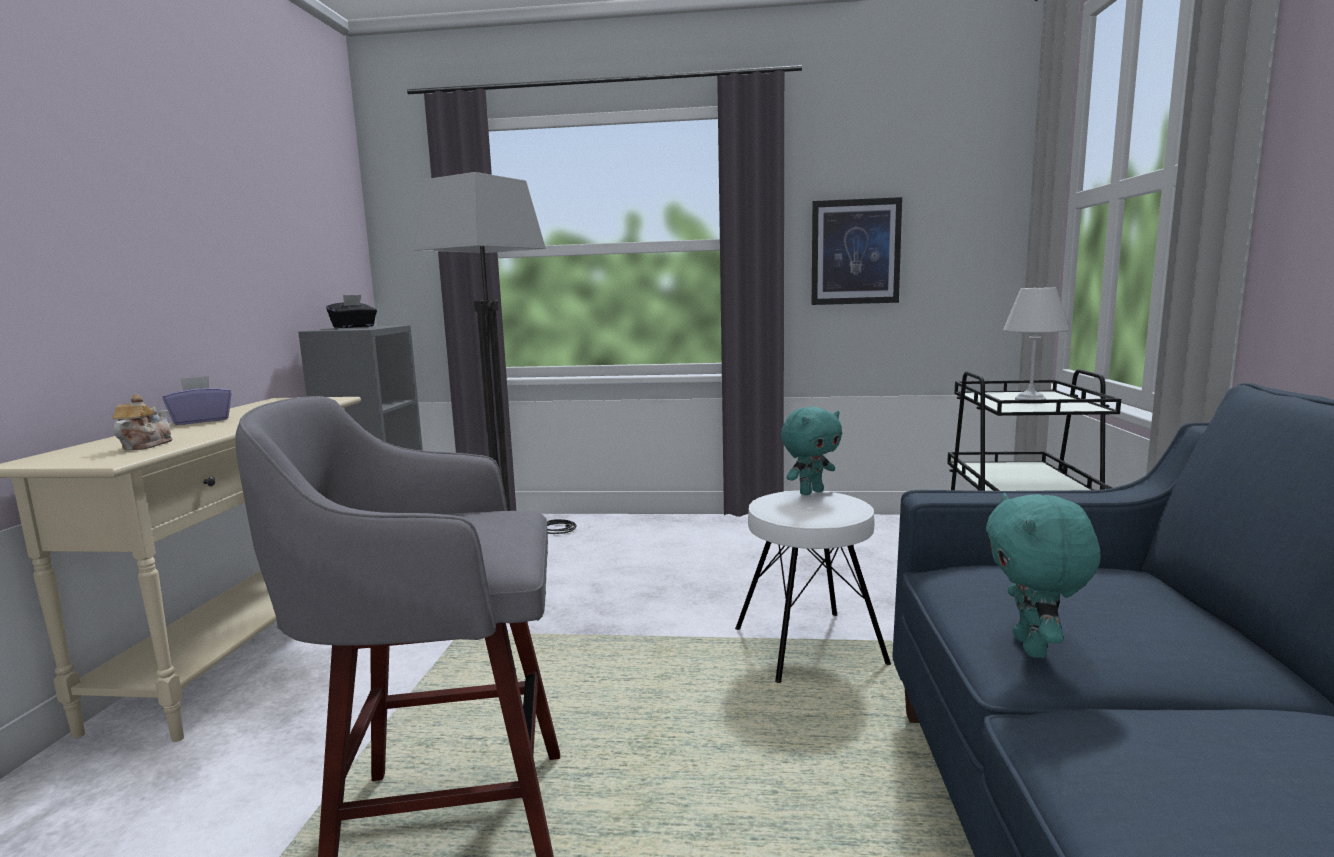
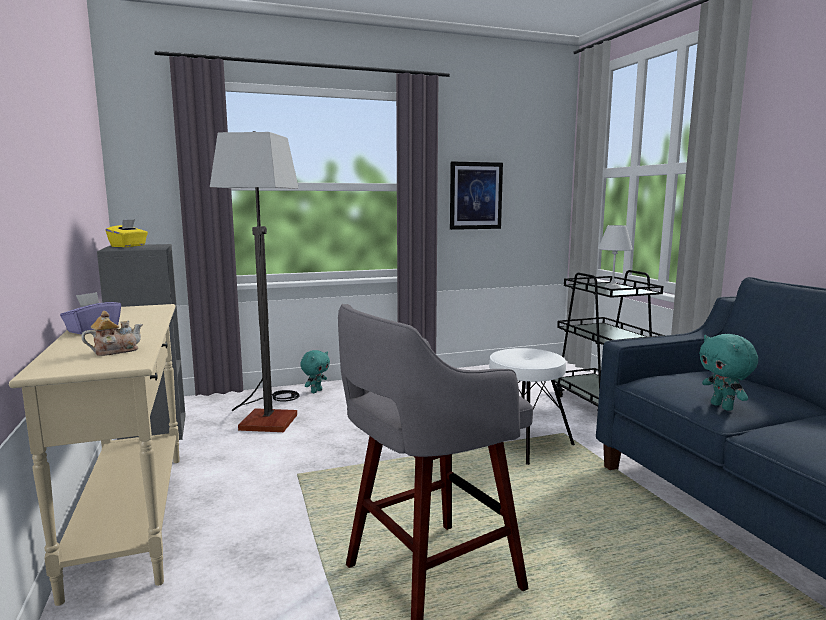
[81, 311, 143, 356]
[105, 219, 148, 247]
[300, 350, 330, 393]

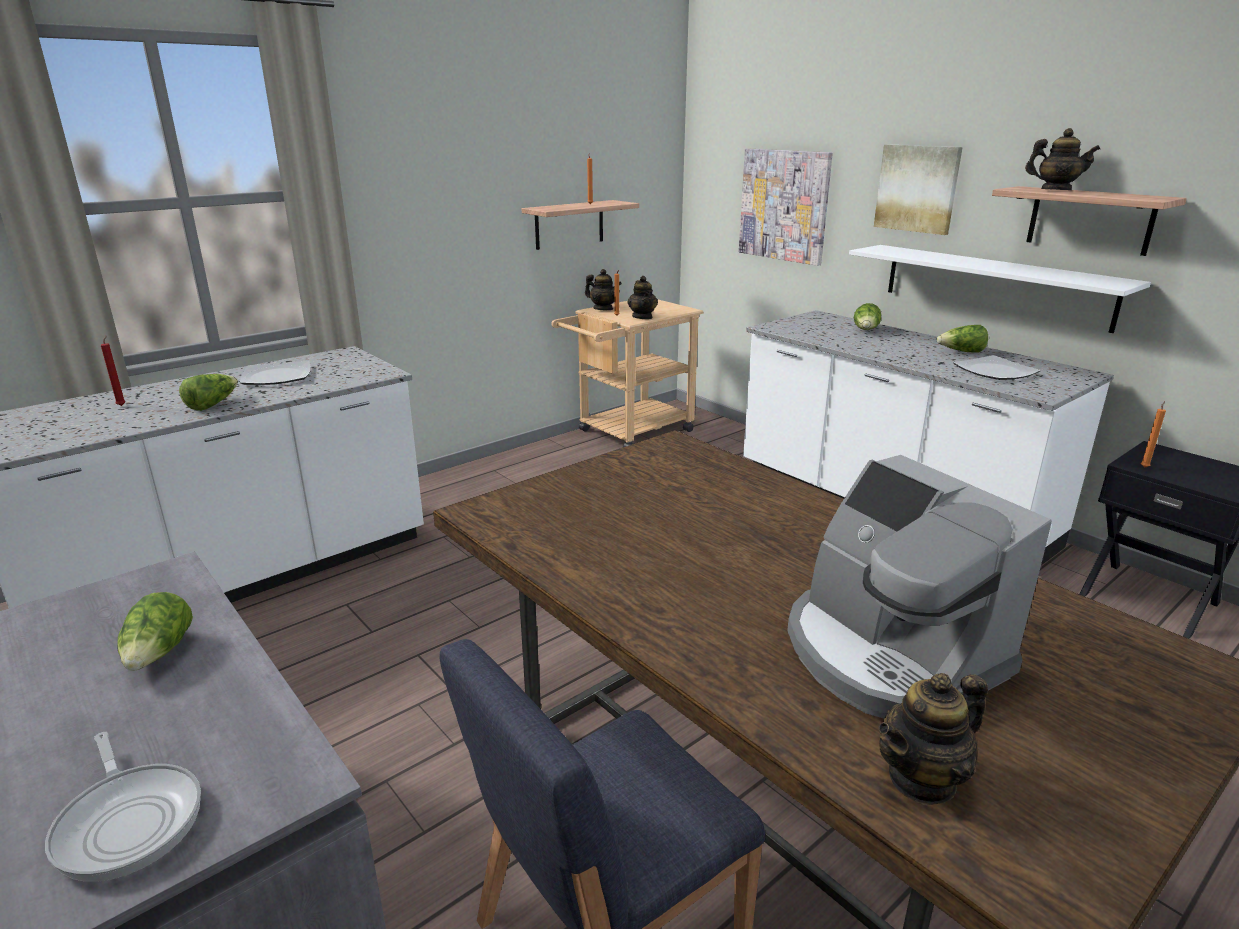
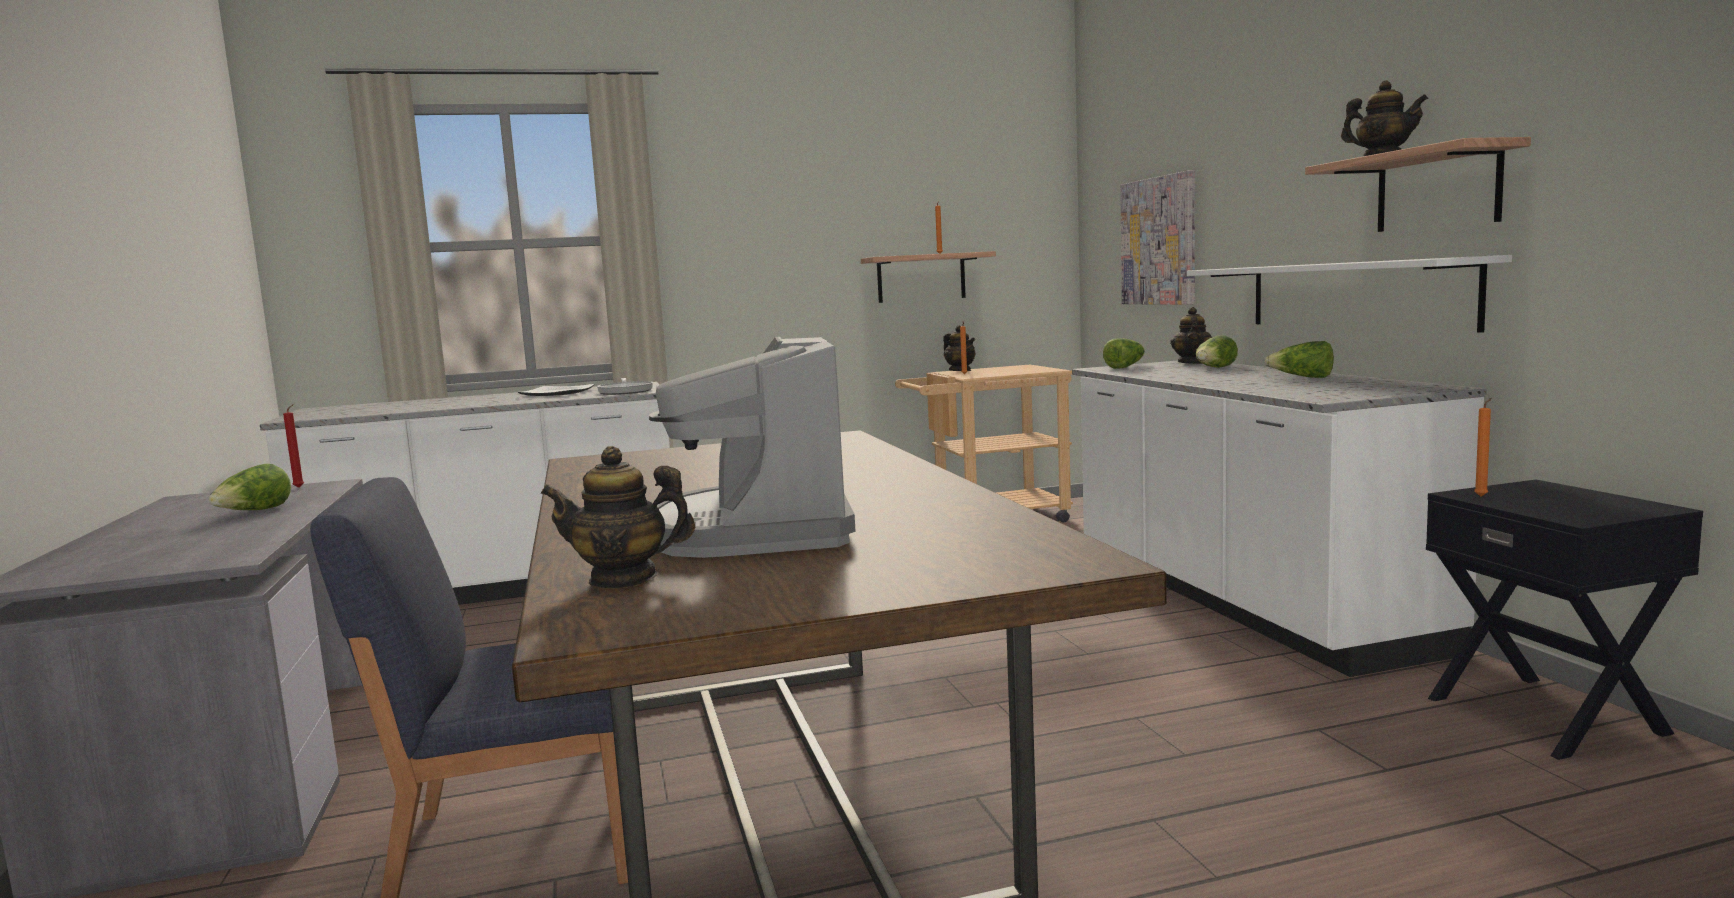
[597, 378, 653, 395]
[283, 404, 304, 488]
[1103, 338, 1145, 369]
[1170, 307, 1212, 364]
[874, 144, 963, 235] (first image)
[953, 355, 1041, 380] (first image)

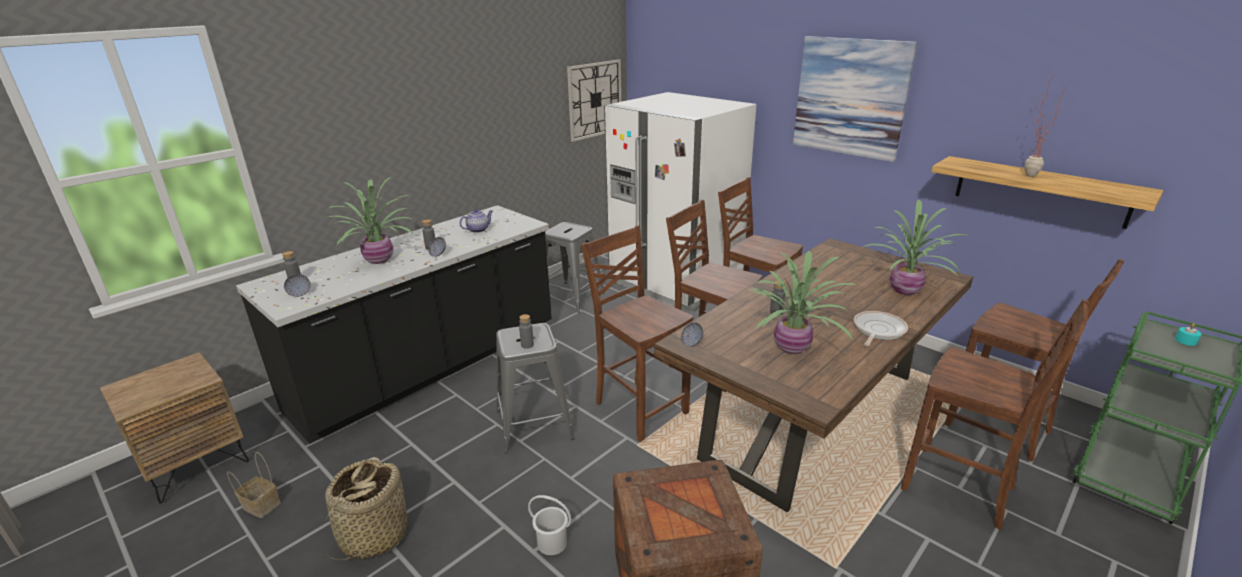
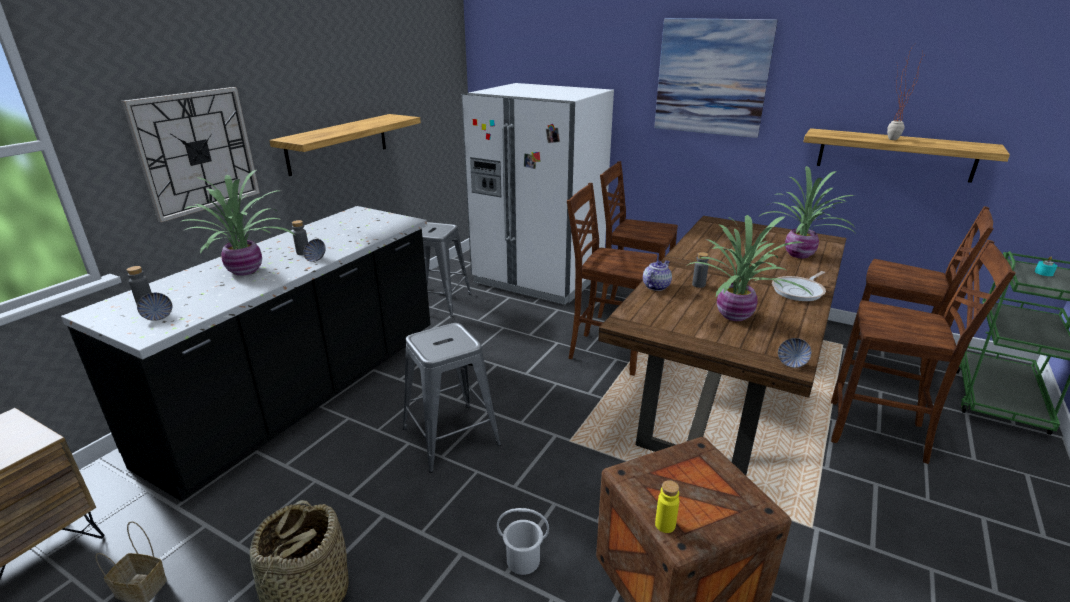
[643, 260, 672, 291]
[519, 314, 534, 349] (first image)
[122, 87, 260, 222]
[581, 226, 694, 442] (first image)
[778, 338, 812, 368]
[772, 271, 826, 301]
[269, 114, 421, 176]
[655, 480, 679, 533]

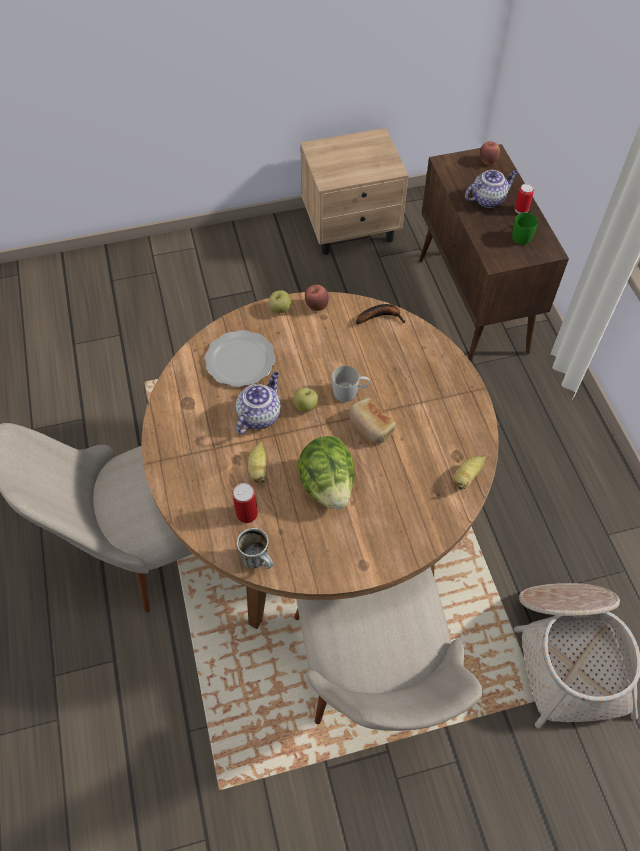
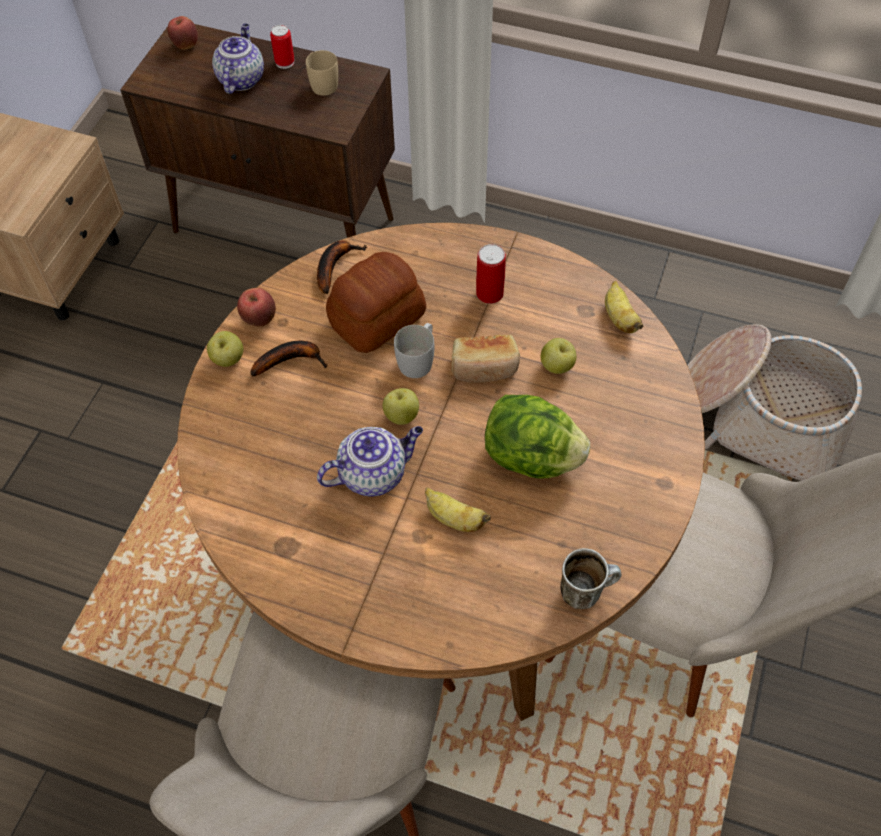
[204, 330, 276, 387] (first image)
[476, 244, 506, 304]
[317, 426, 423, 497]
[306, 50, 338, 96]
[250, 340, 327, 377]
[326, 252, 426, 353]
[541, 338, 576, 374]

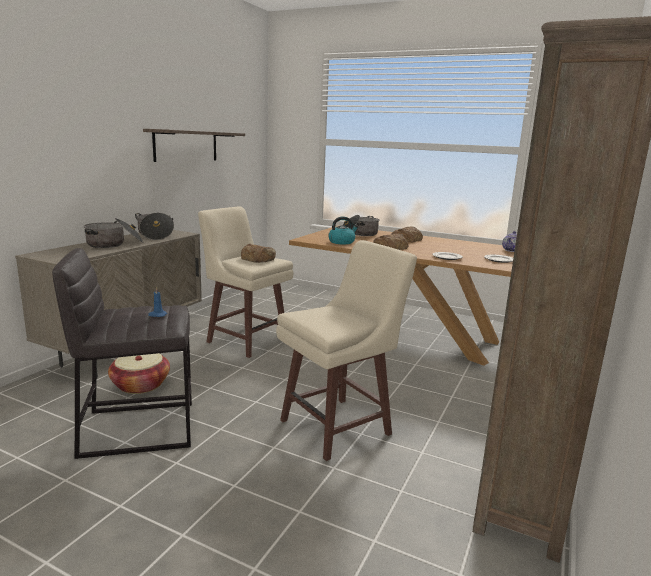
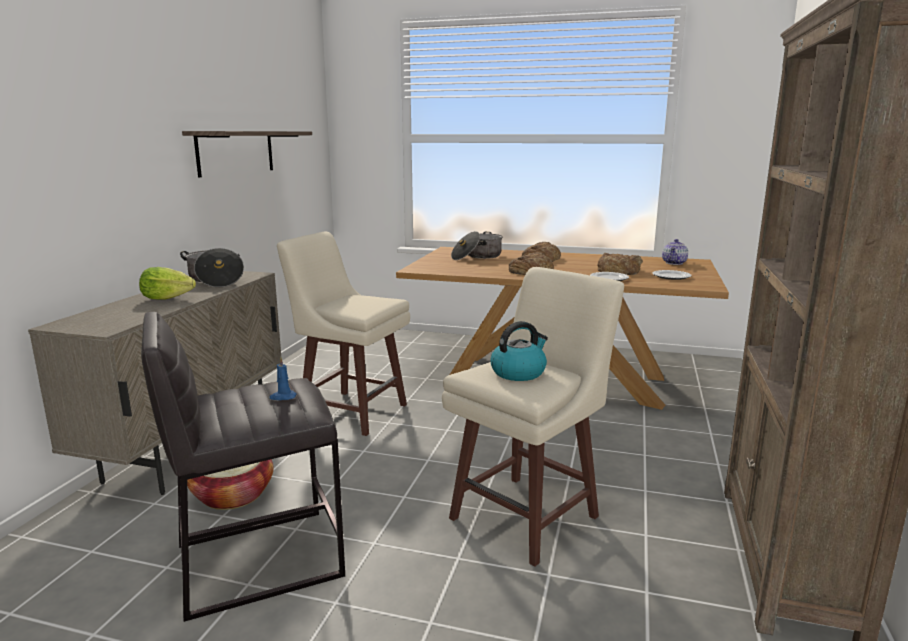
[139, 267, 196, 299]
[597, 253, 643, 275]
[491, 321, 548, 381]

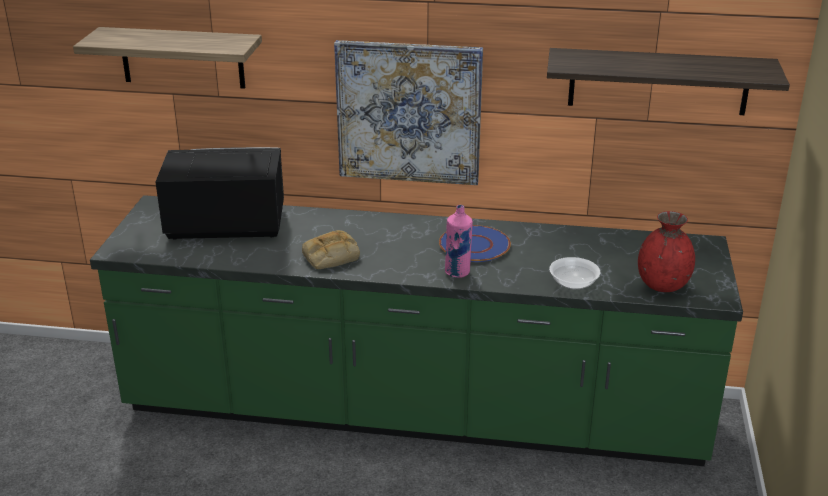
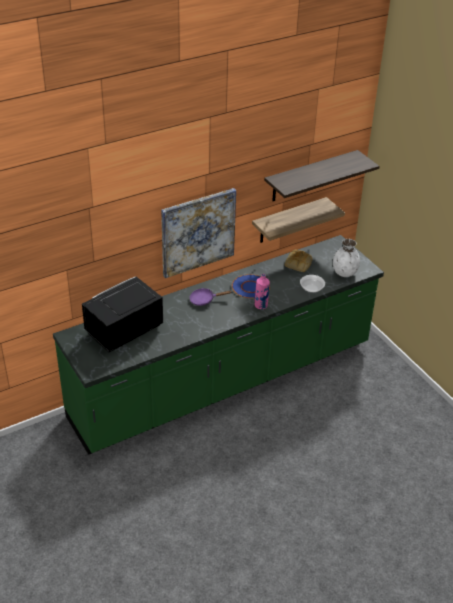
[252, 197, 345, 243]
[285, 250, 313, 272]
[333, 239, 360, 277]
[189, 288, 232, 306]

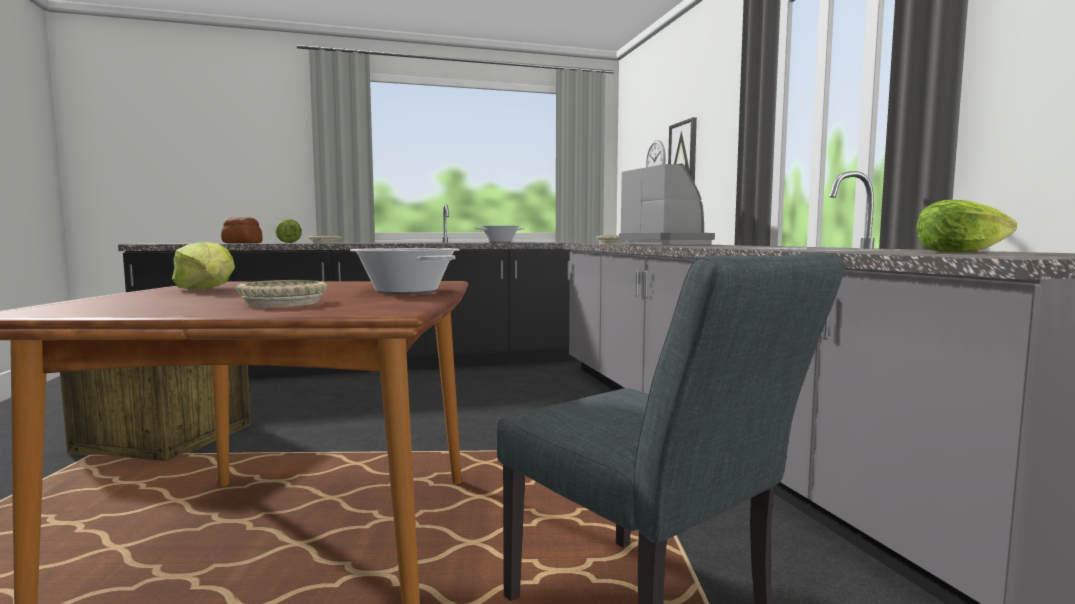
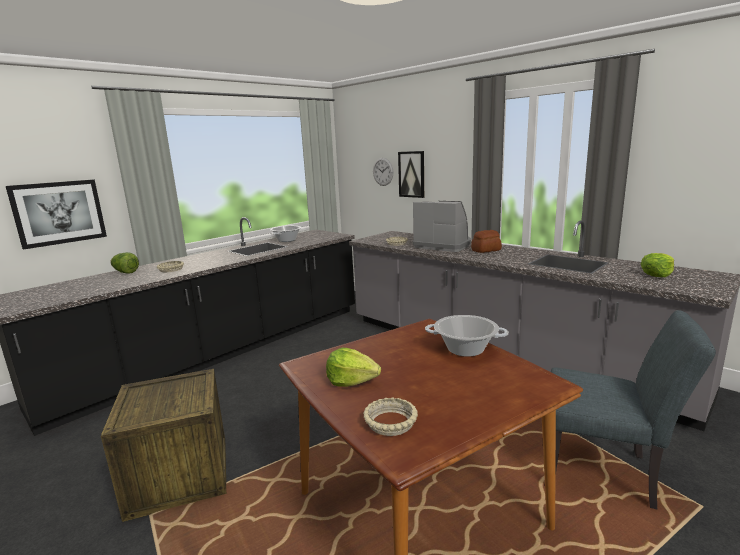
[471, 230, 502, 253]
[363, 397, 418, 436]
[6, 179, 107, 250]

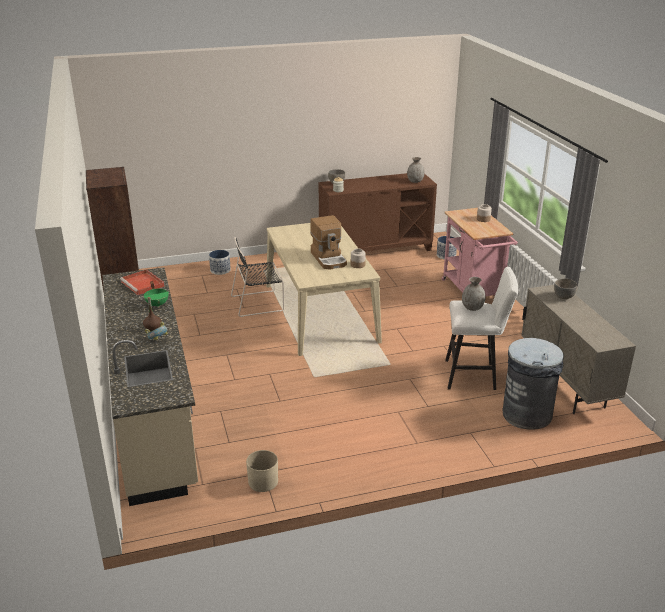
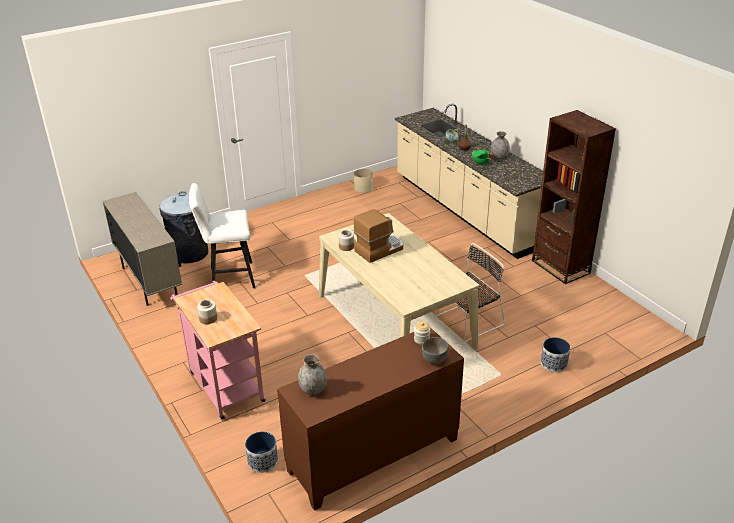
[120, 270, 165, 295] (first image)
[354, 209, 403, 263]
[491, 131, 510, 159]
[554, 278, 577, 299] (first image)

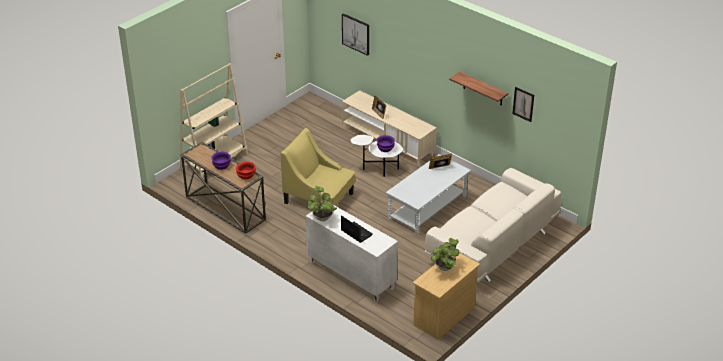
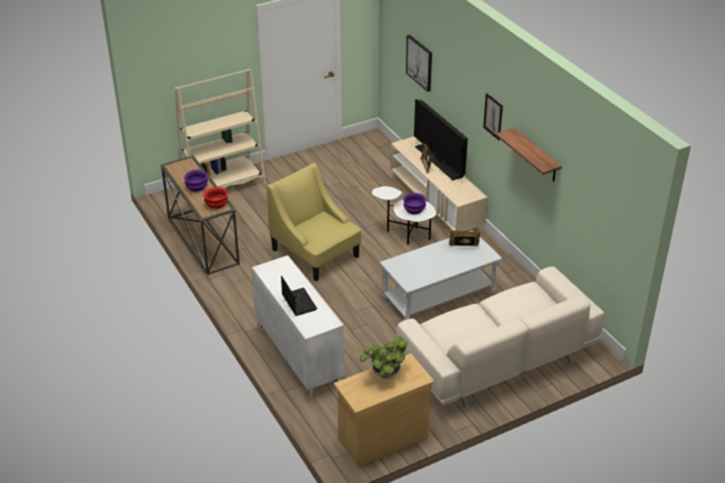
[307, 186, 337, 221] (first image)
[483, 93, 503, 140]
[414, 99, 468, 180]

